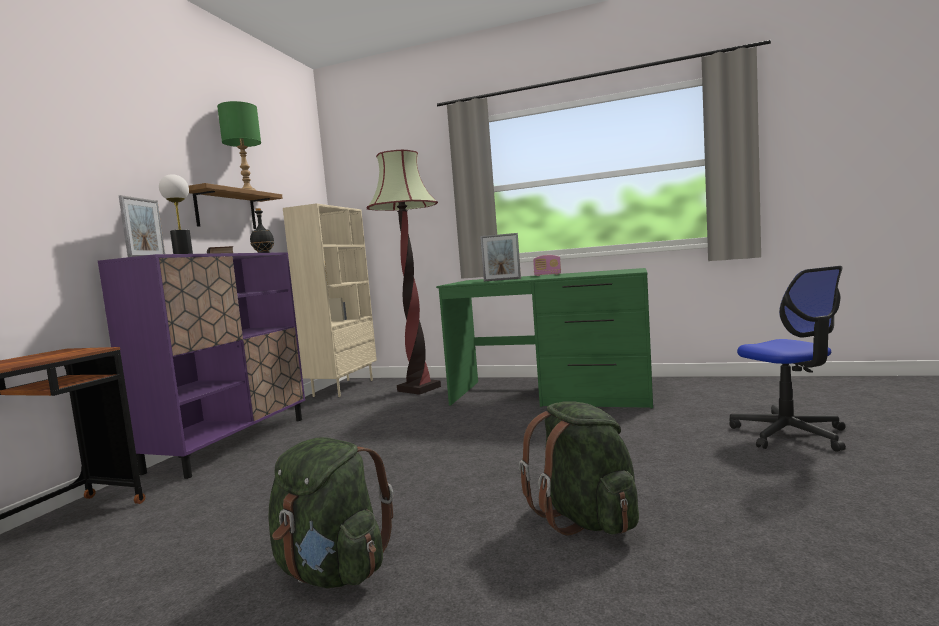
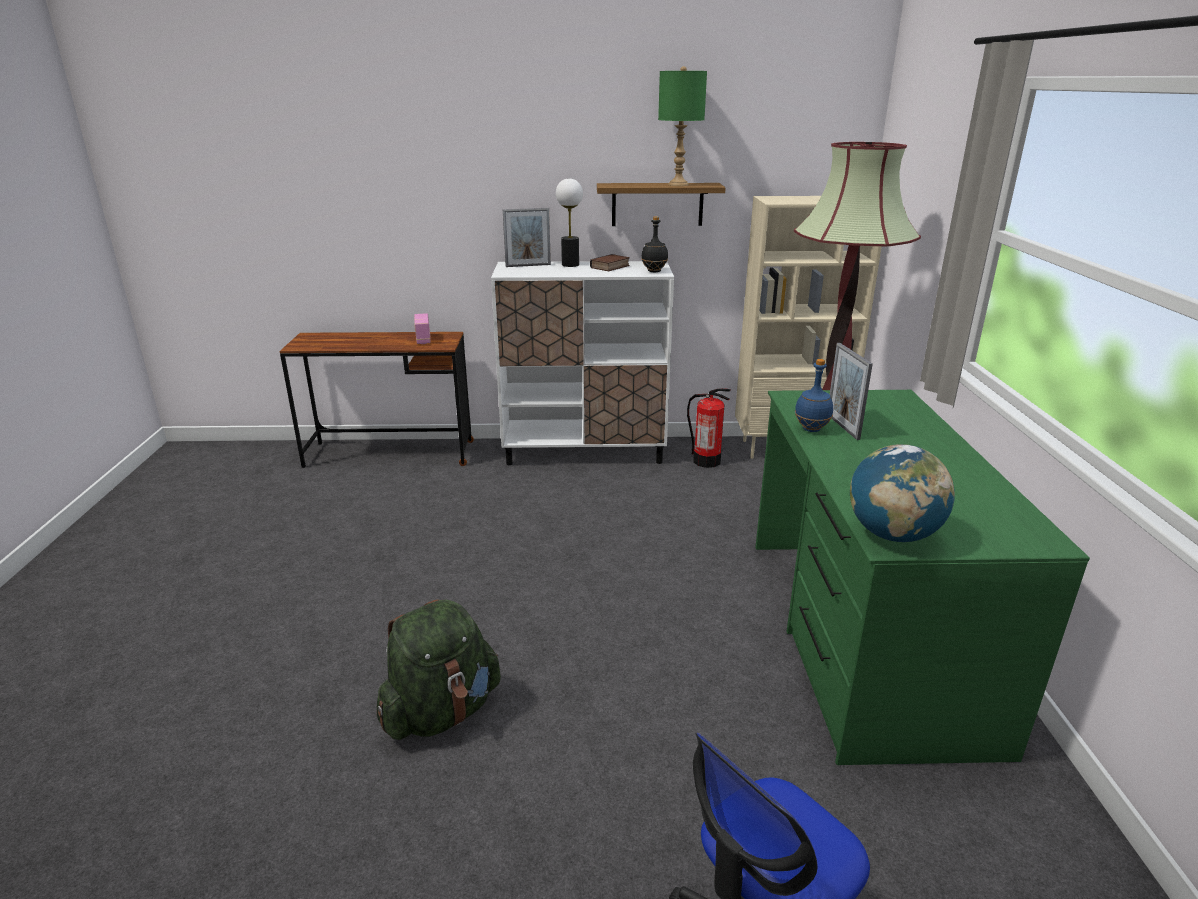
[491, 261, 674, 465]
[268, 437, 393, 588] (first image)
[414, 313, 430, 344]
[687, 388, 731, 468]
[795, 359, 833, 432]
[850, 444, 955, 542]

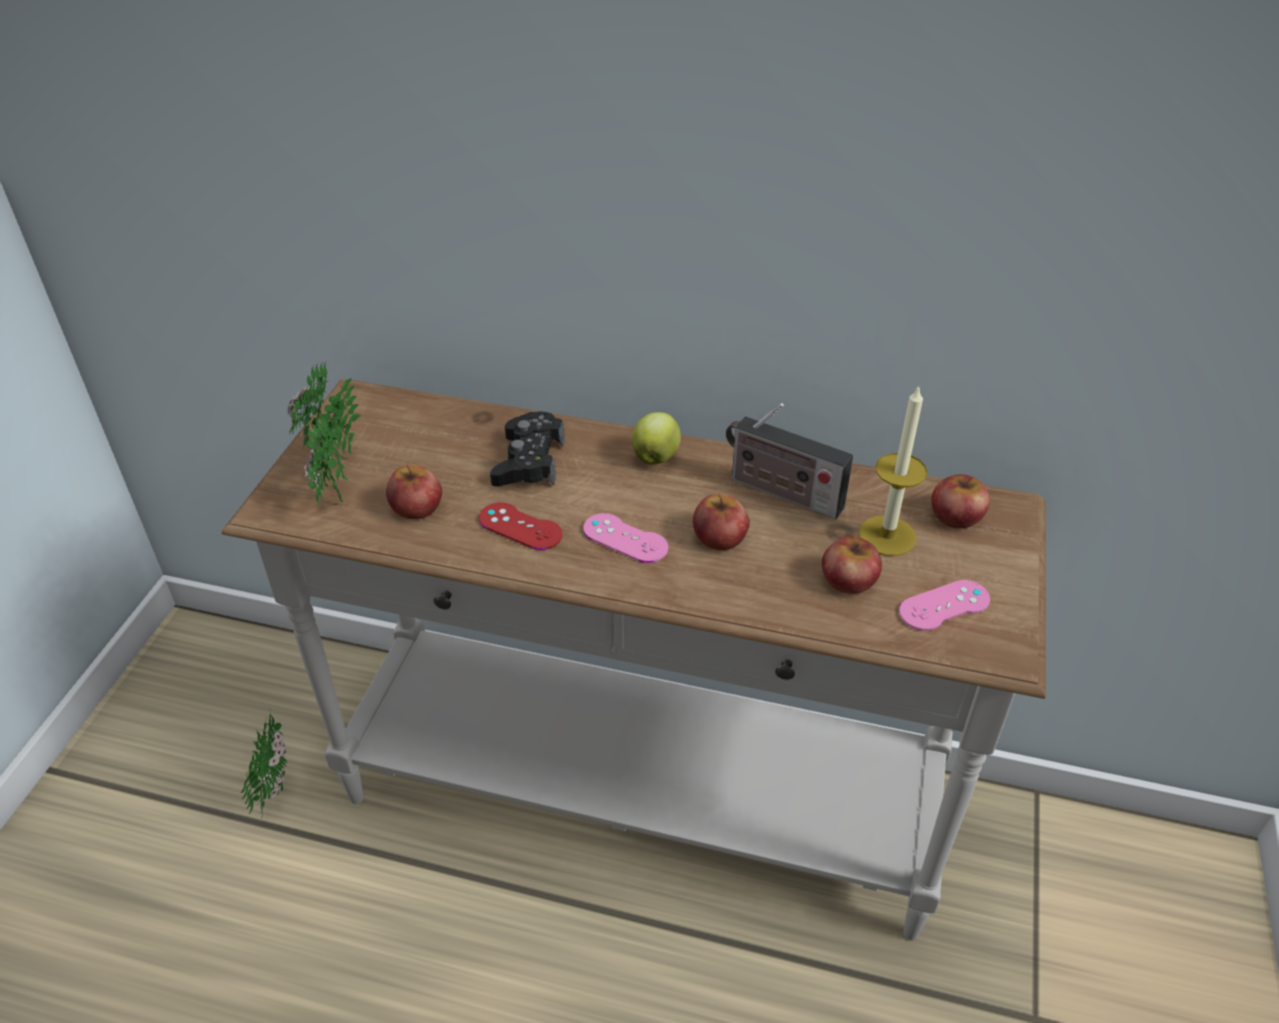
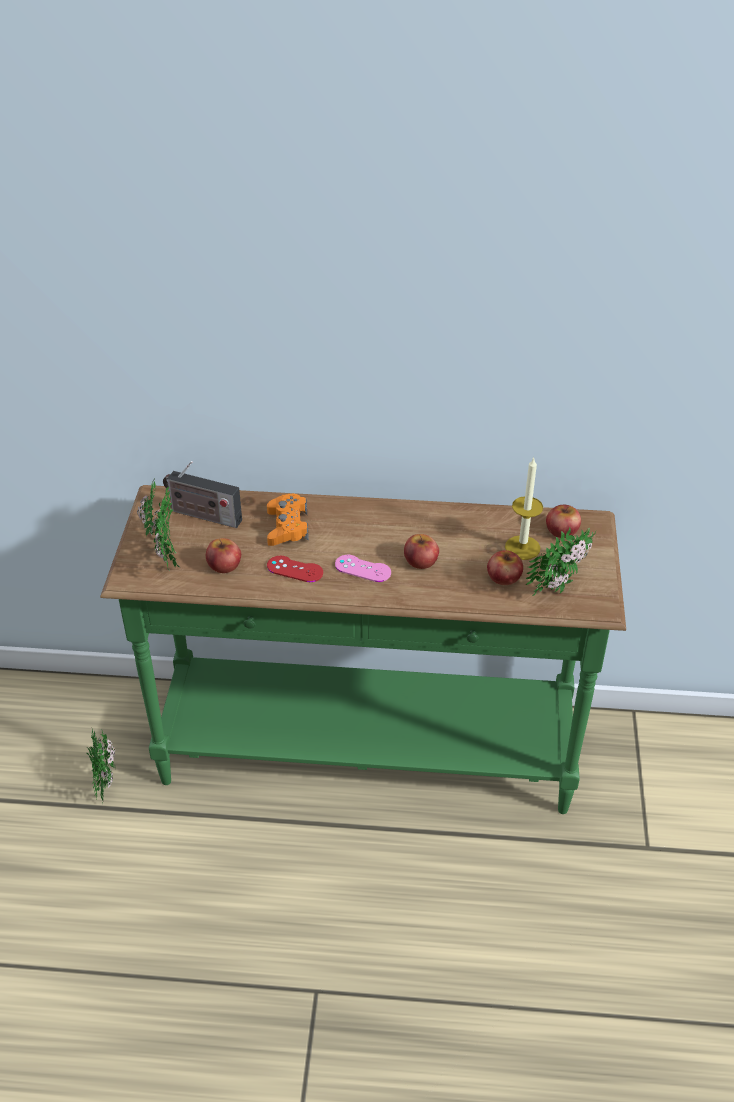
[100, 485, 626, 814]
[267, 494, 309, 546]
[632, 412, 681, 464] (first image)
[163, 461, 242, 528]
[525, 528, 596, 596]

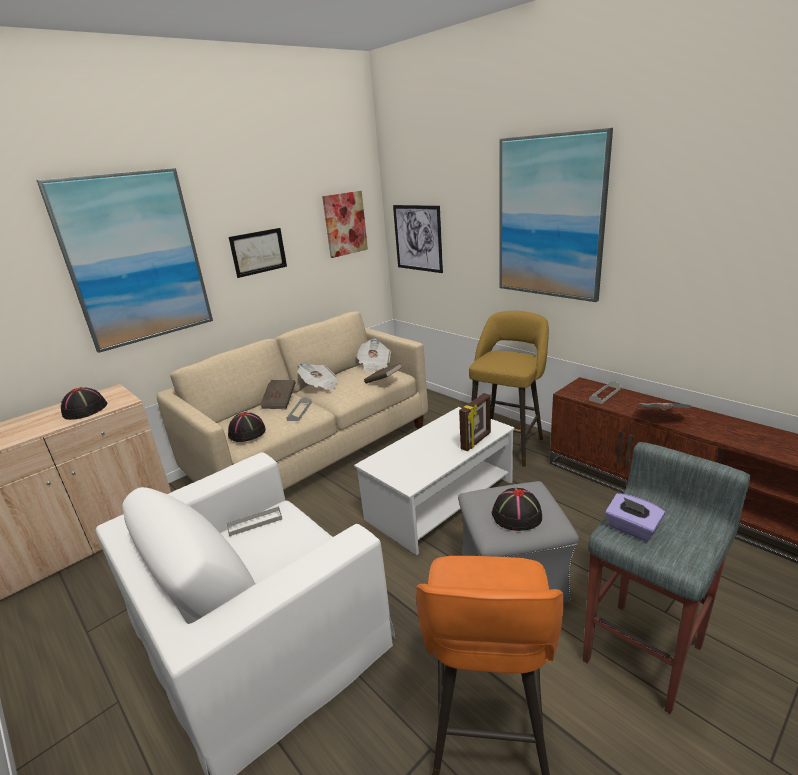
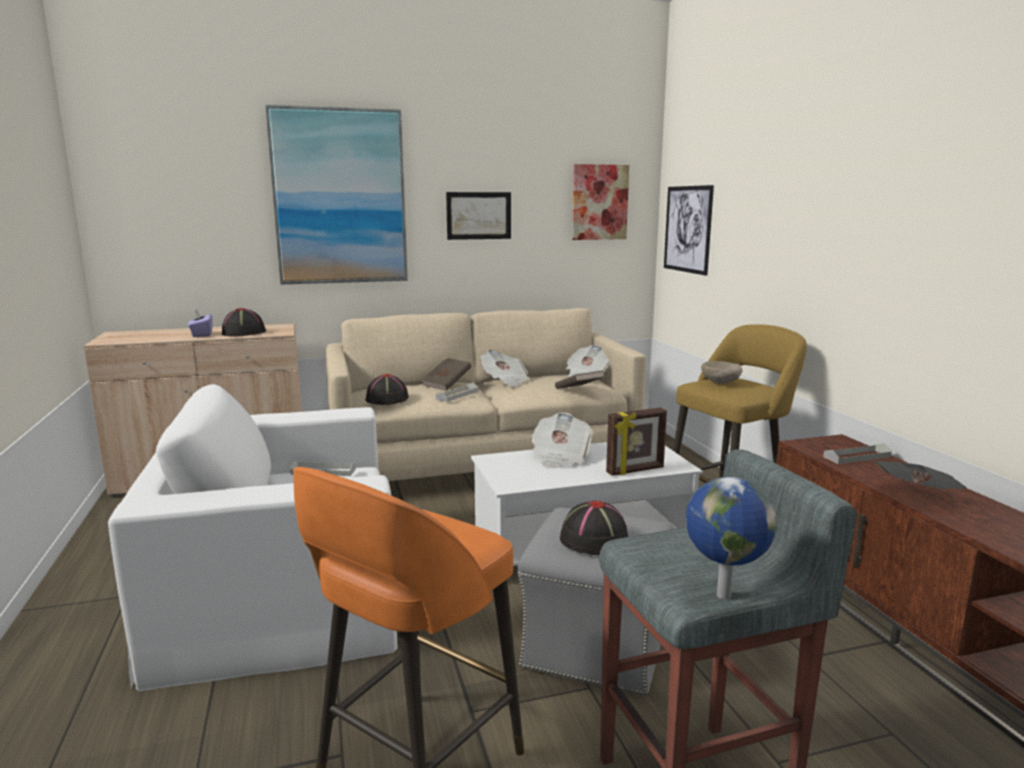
[499, 128, 613, 302] (first image)
[188, 309, 213, 337]
[531, 412, 593, 468]
[686, 477, 777, 599]
[701, 361, 742, 384]

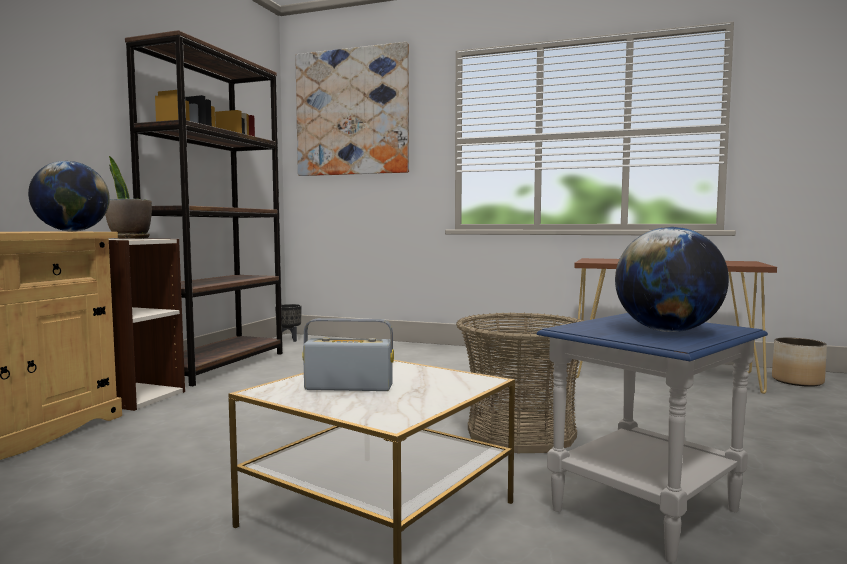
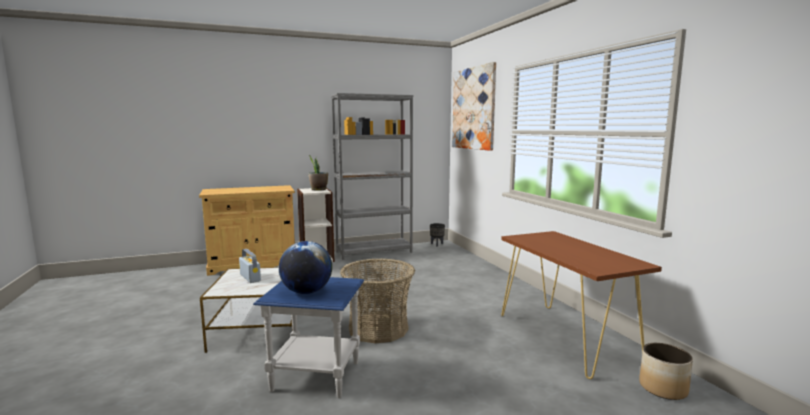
[28, 161, 110, 231] (first image)
[331, 93, 413, 260]

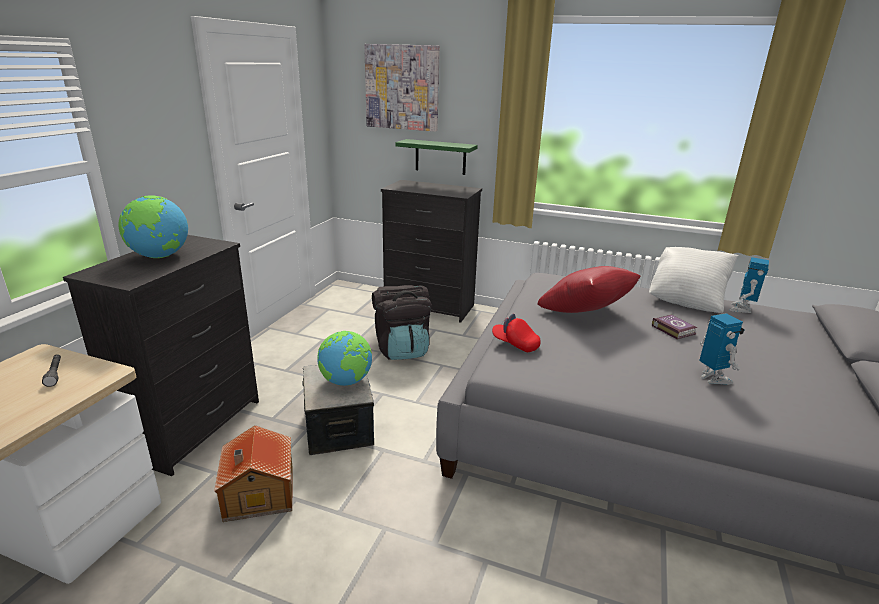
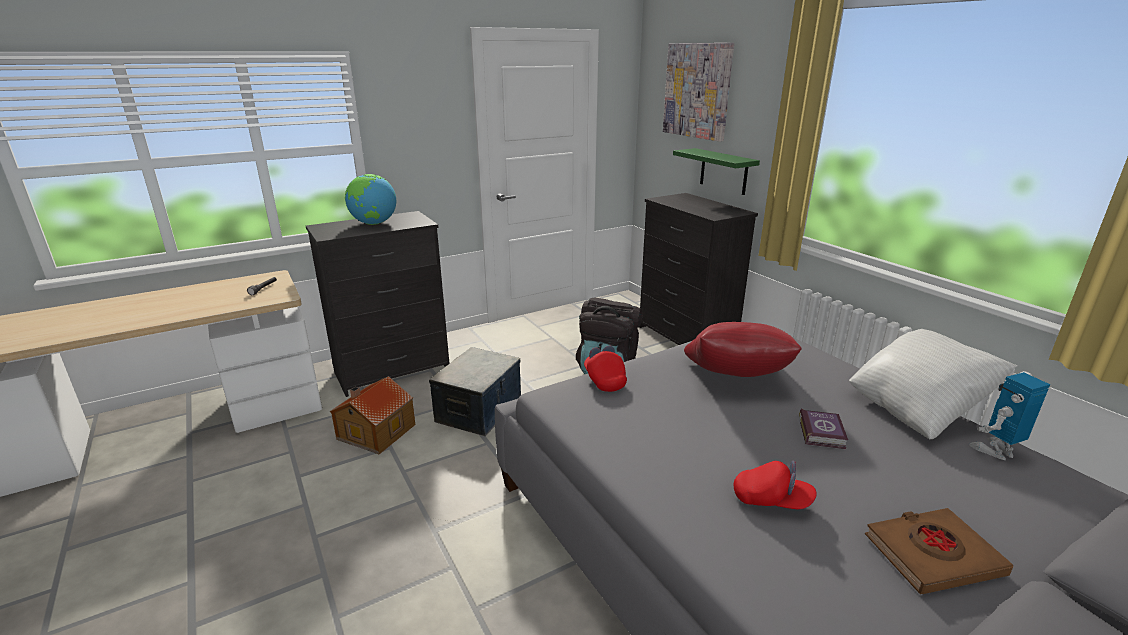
[317, 331, 372, 386] (first image)
[734, 461, 817, 509]
[865, 508, 1013, 594]

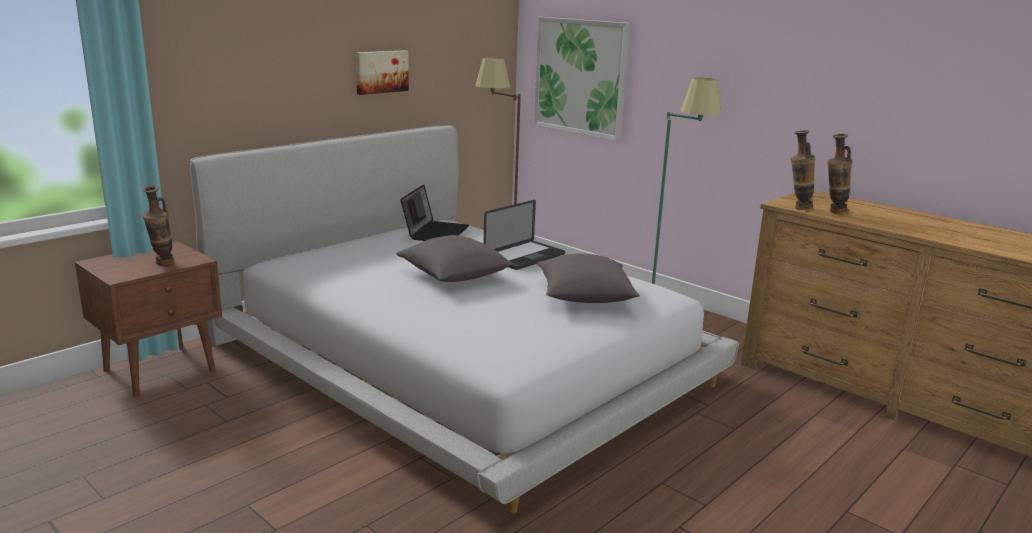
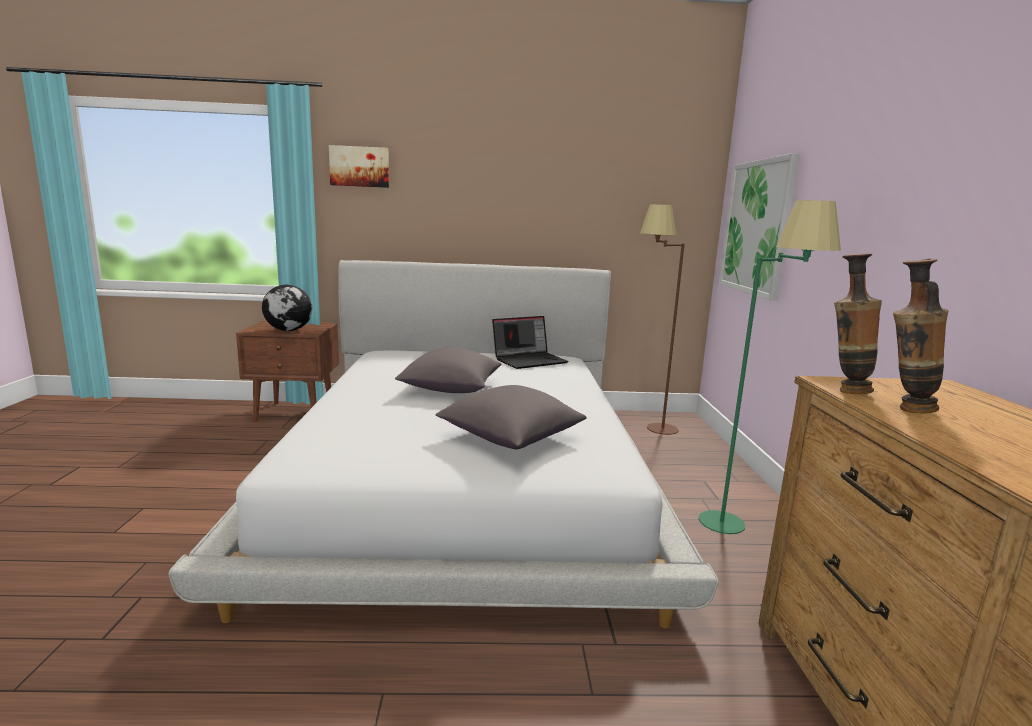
[262, 285, 312, 331]
[329, 145, 389, 188]
[484, 200, 565, 270] (first image)

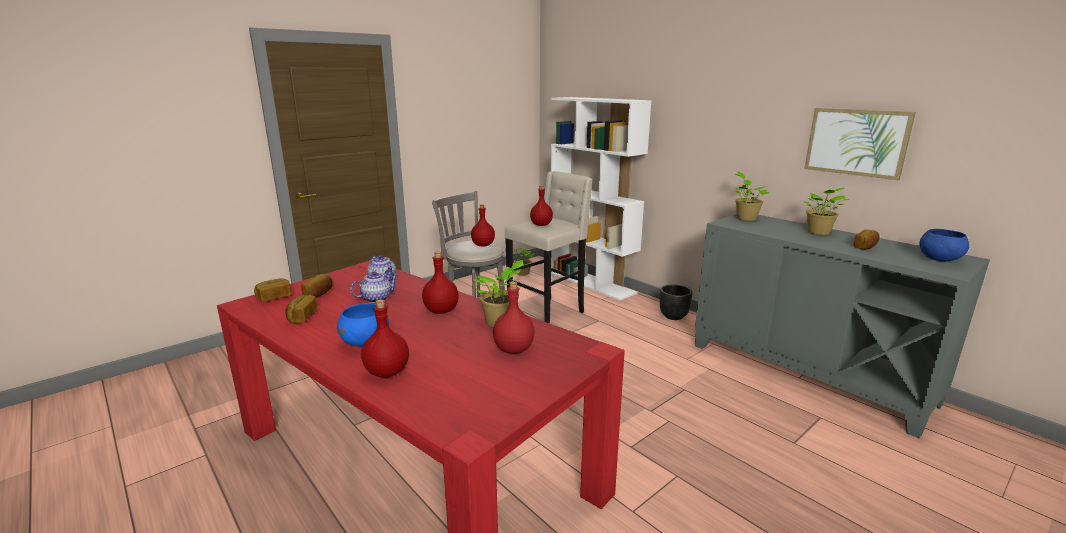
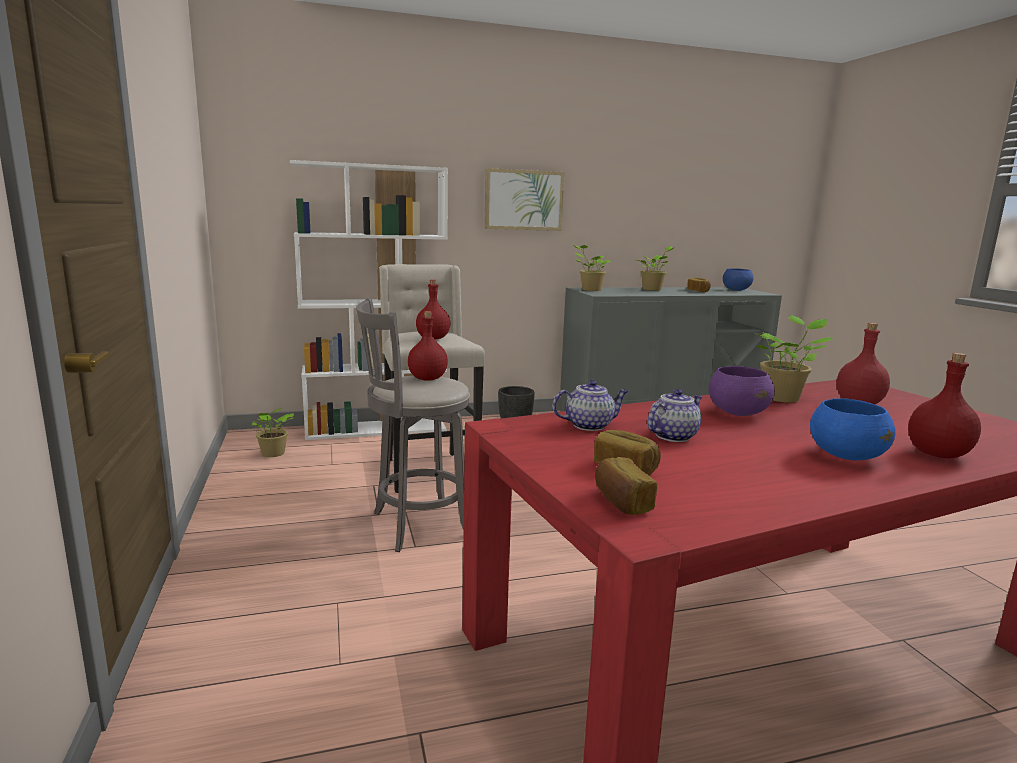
[285, 295, 318, 323] (first image)
[647, 389, 703, 442]
[709, 366, 775, 416]
[484, 168, 564, 231]

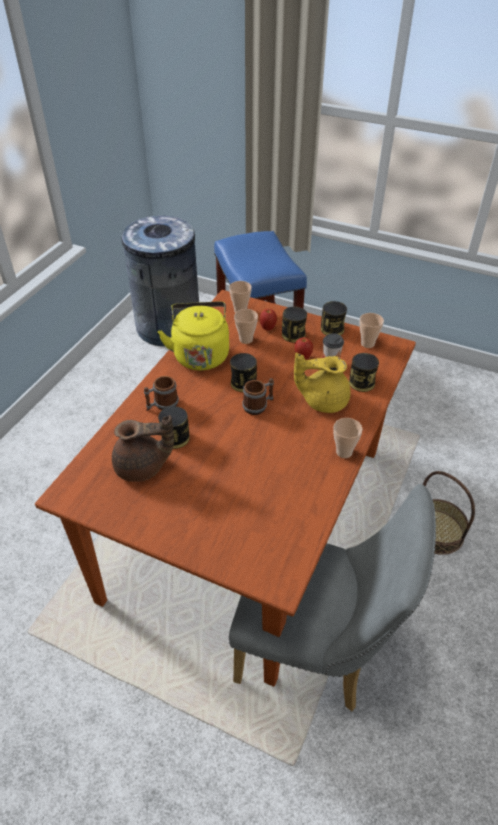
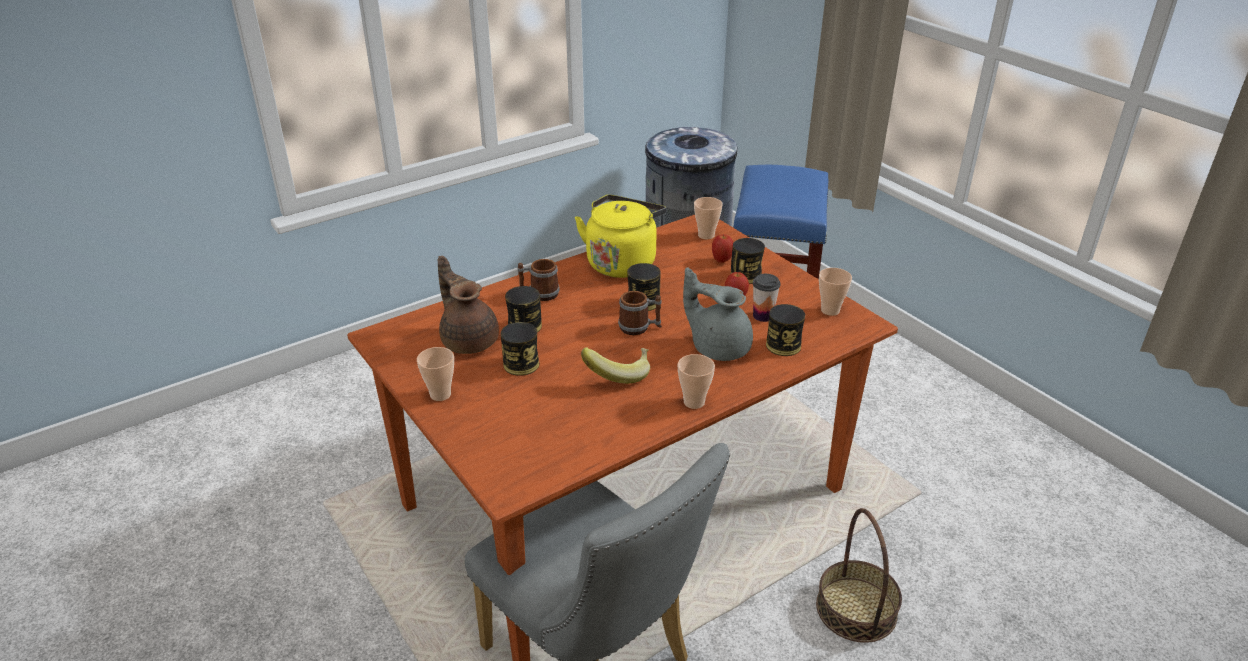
[438, 256, 499, 354]
[417, 347, 454, 401]
[683, 267, 753, 361]
[501, 322, 539, 376]
[581, 348, 650, 384]

